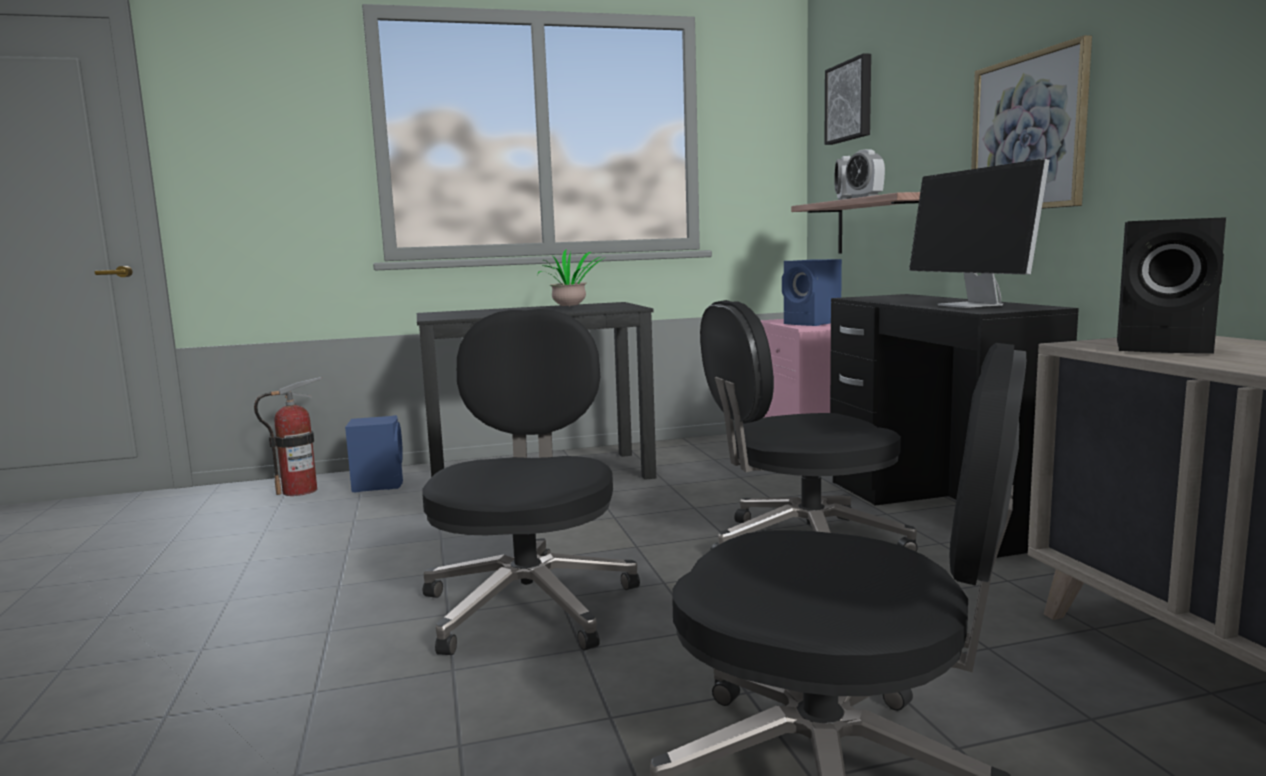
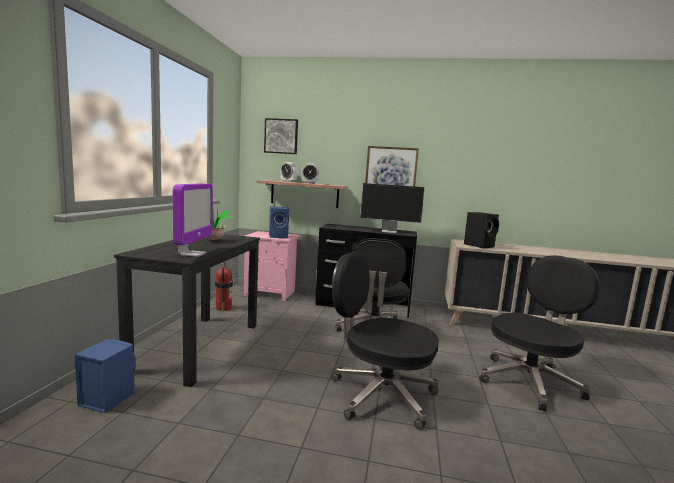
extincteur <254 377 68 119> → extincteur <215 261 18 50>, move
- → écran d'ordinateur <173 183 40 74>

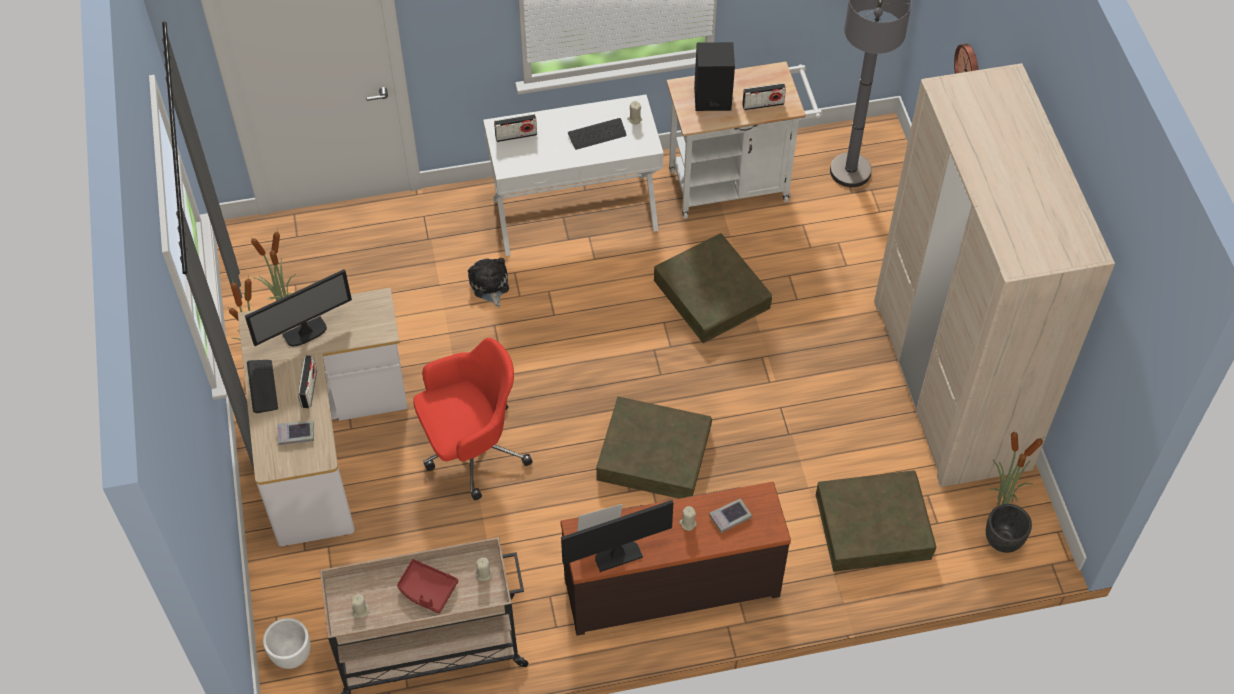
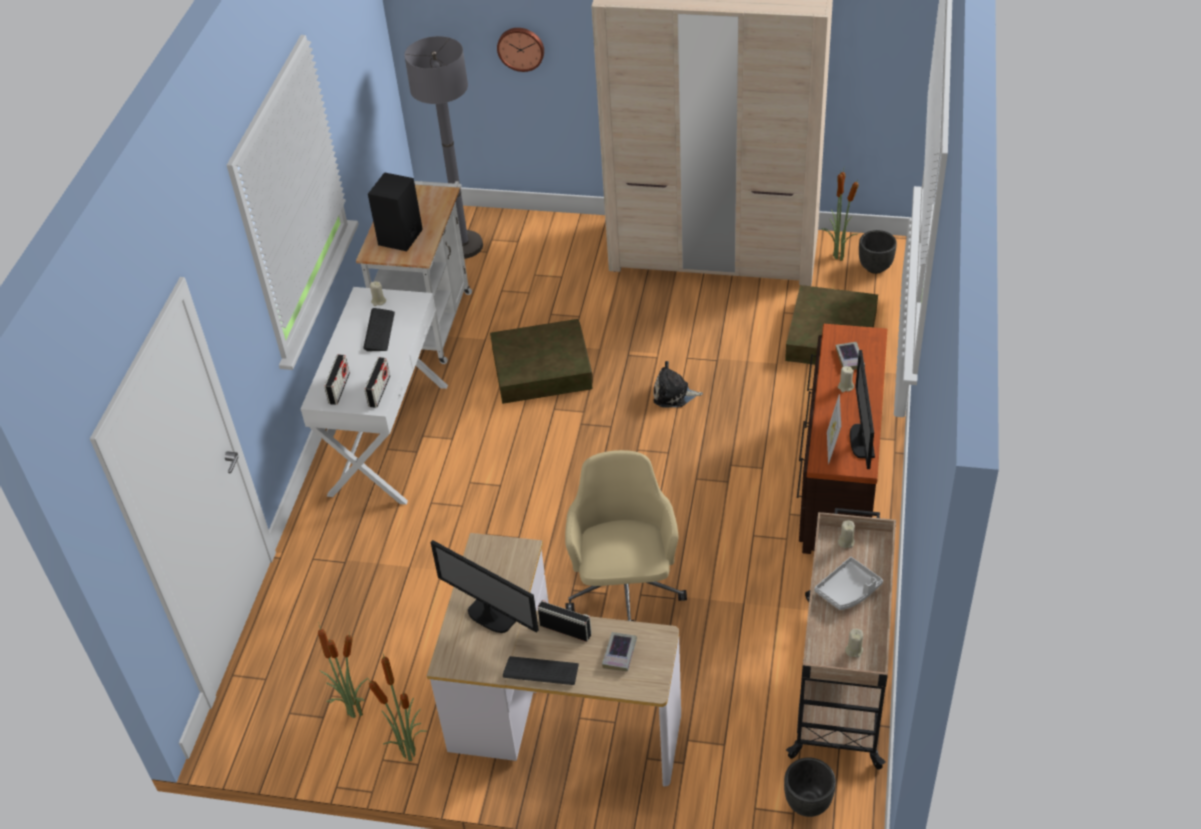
radio <742 83 44 27> → radio <365 357 25 51>, move
peluche <468 258 41 49> → peluche <653 361 50 46>, move
écran d'ordinateur <245 269 107 77> → écran d'ordinateur <430 540 109 93>, 135 degrees clockwise
chaise de bureau/rouge <413 338 120 162> → chaise de bureau/beige <565 450 122 171>
boîte de rangement/marron <596 397 116 102> → -
plateau/rouge <397 559 61 55> → plateau/gris <814 557 69 53>
cache-pot/blanc <263 618 48 51> → cache-pot/noir <784 757 52 60>

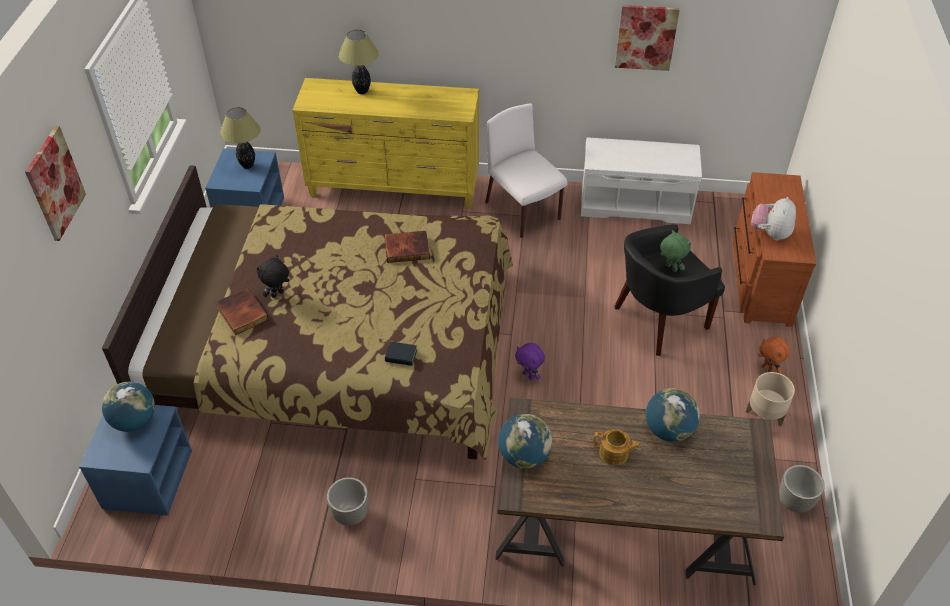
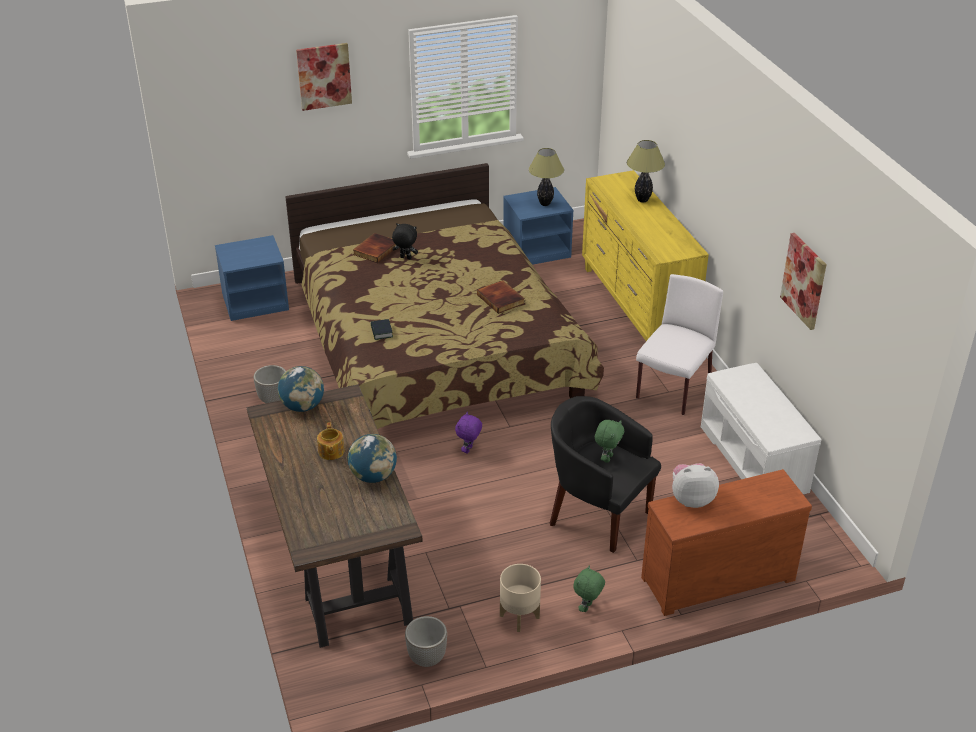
peluche/orange <758 337 32 36> → peluche/vert <574 565 31 47>
globe <102 382 53 50> → -

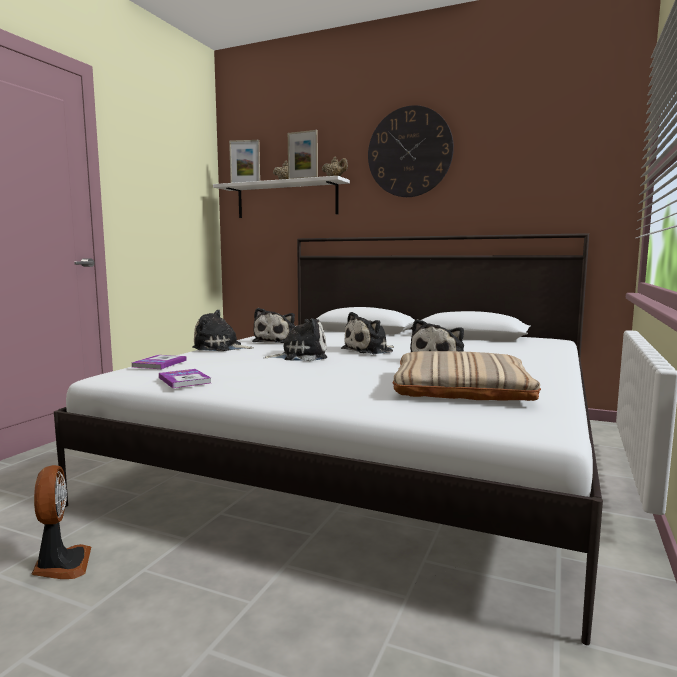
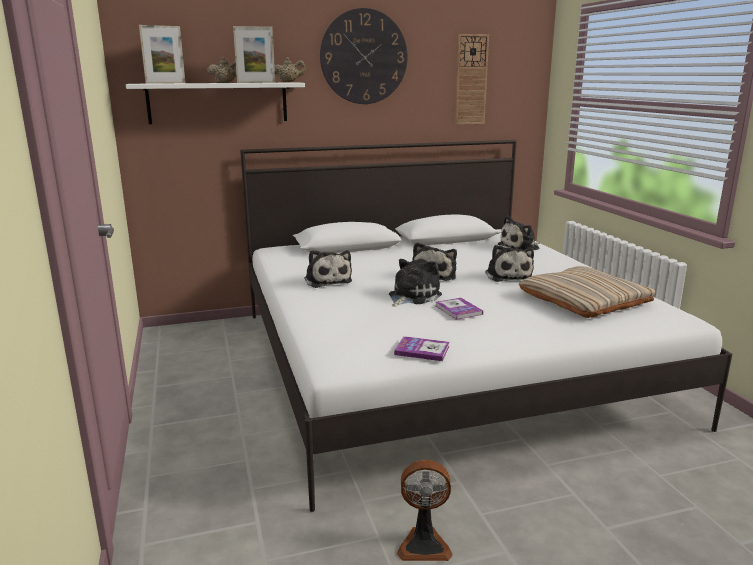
peluche <192 310 62 41> → peluche <498 216 42 35>, move
livre <131 355 56 14> → livre <436 298 47 22>, move
ventilateur <31 465 60 114> → ventilateur <397 460 55 101>, 150 degrees clockwise
- → horloge murale <455 34 34 91>

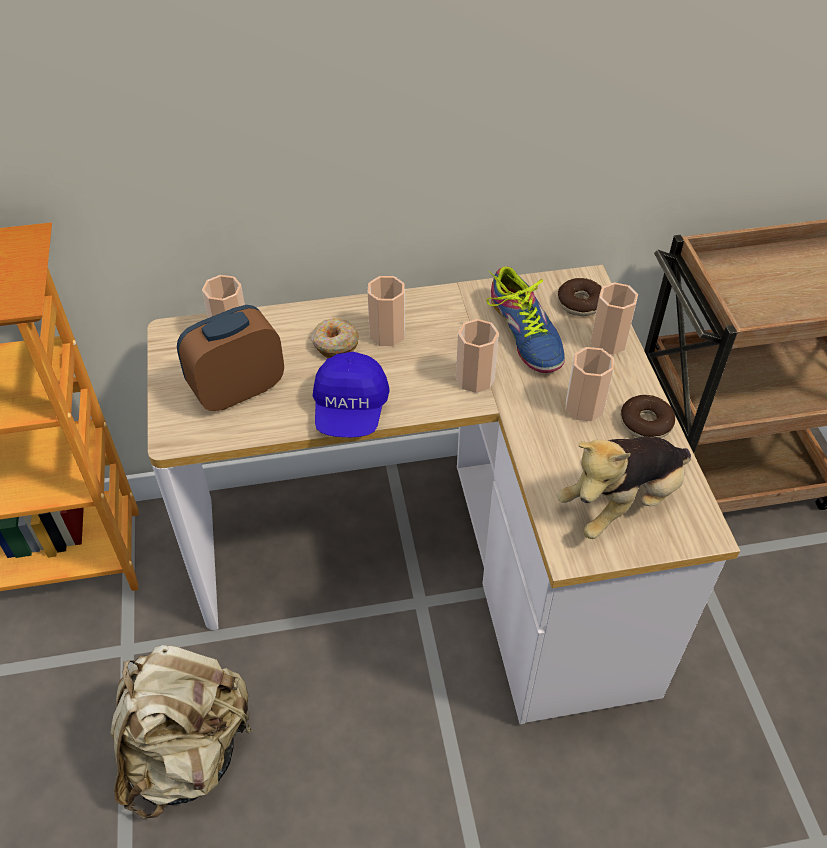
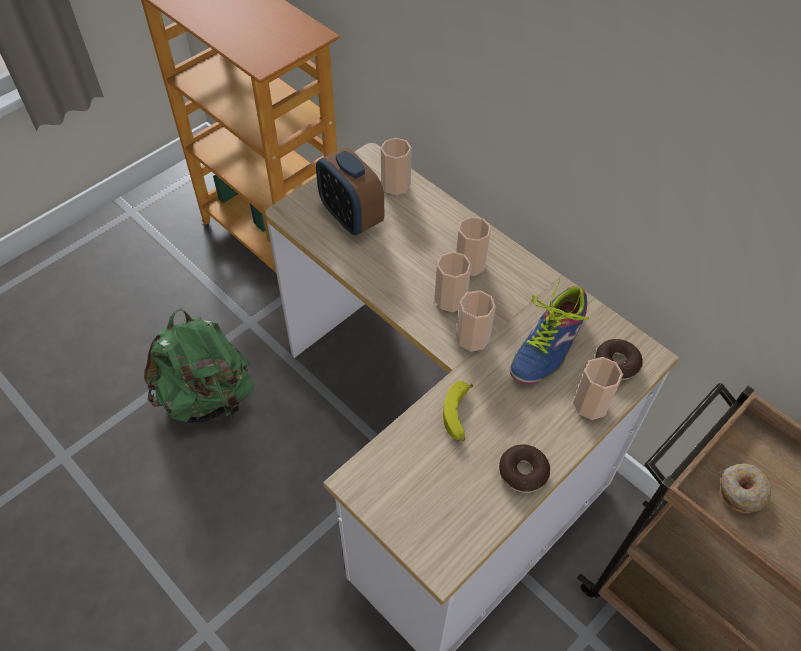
réveil <177 305 107 106> → réveil <316 147 68 89>, 150 degrees counterclockwise
beignet <311 318 48 40> → beignet <721 463 50 50>, move
tasse <566 347 48 74> → tasse <434 252 37 60>, move
casquette/bleu <313 351 77 86> → -
peluche <557 436 134 103> → -
sac à dos/beige <110 645 143 173> → sac à dos/vert <144 308 110 115>
- → banane <443 381 30 60>

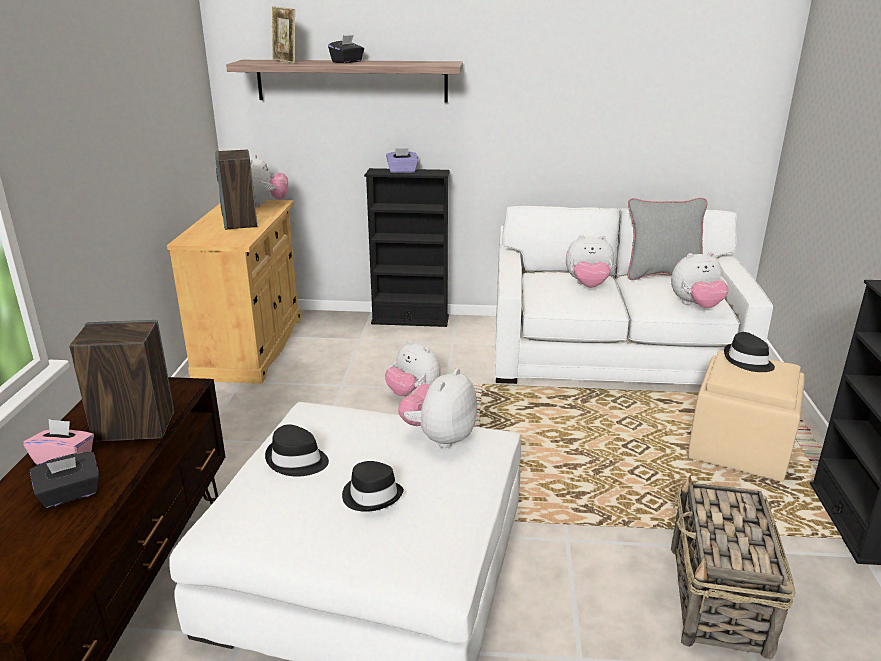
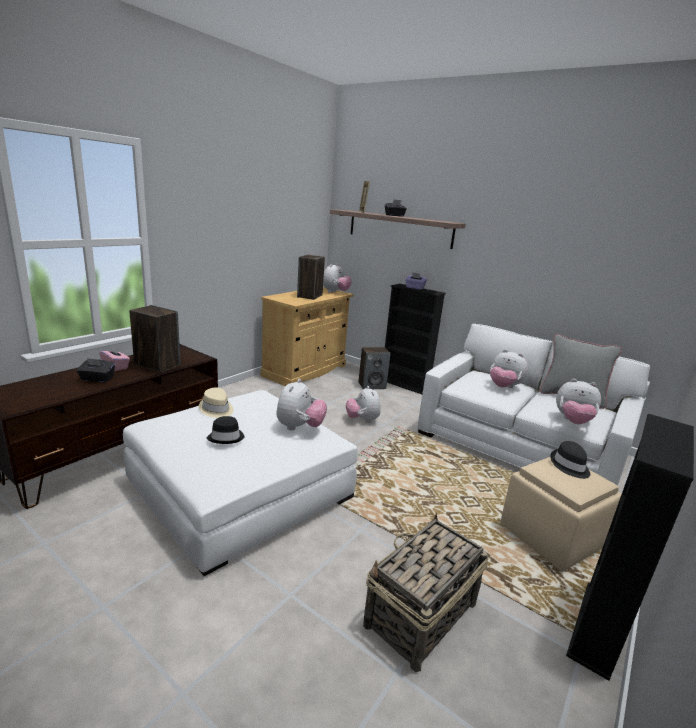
peluche <398 368 79 80> → peluche <276 379 51 51>, 135 degrees clockwise
chapeau/noir <265 424 64 53> → chapeau/beige <199 387 35 31>
- → enceinte <359 347 32 42>

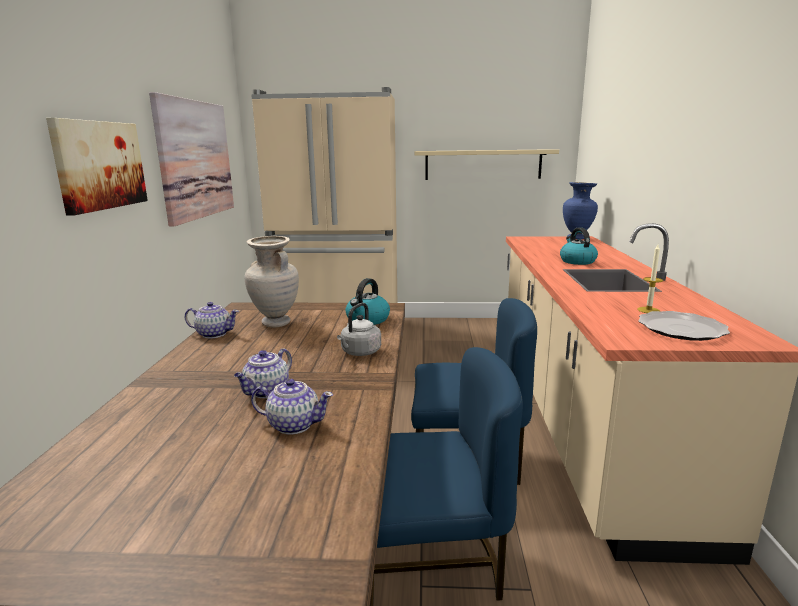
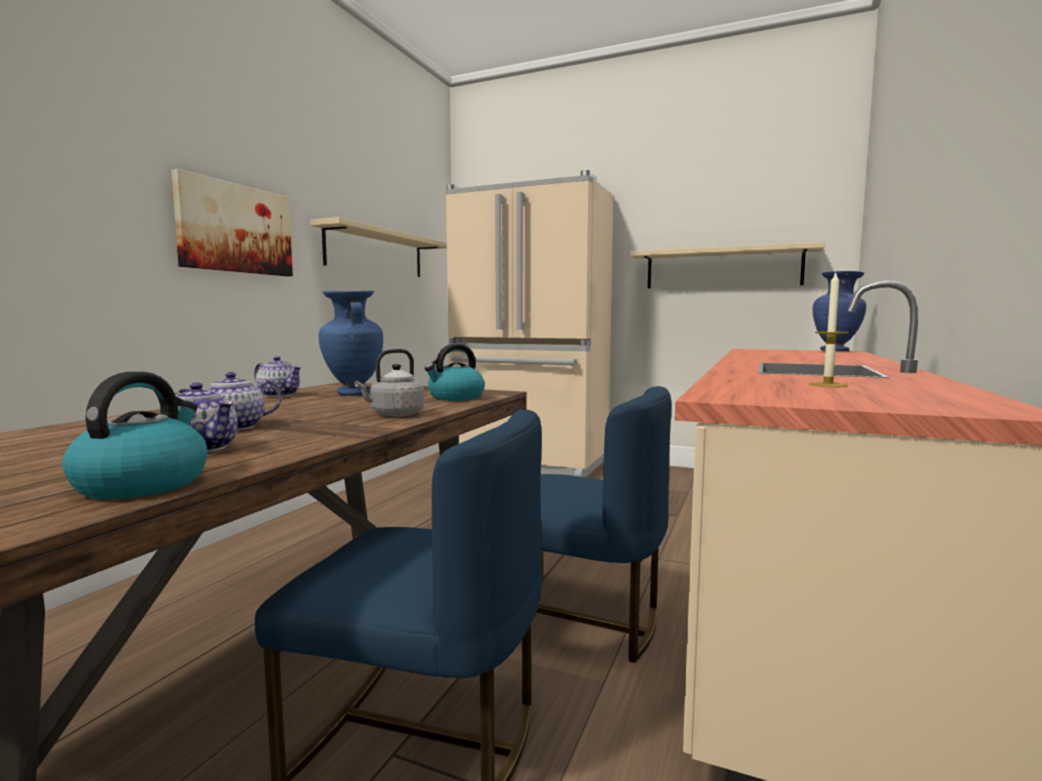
tableau <149 92 85 135> → étagère/beige <310 217 137 60>
bouilloire <560 227 38 38> → bouilloire <62 372 145 127>, move
vase/beige <244 236 55 91> → vase/bleu <319 291 64 105>
assiette <638 311 92 30> → -

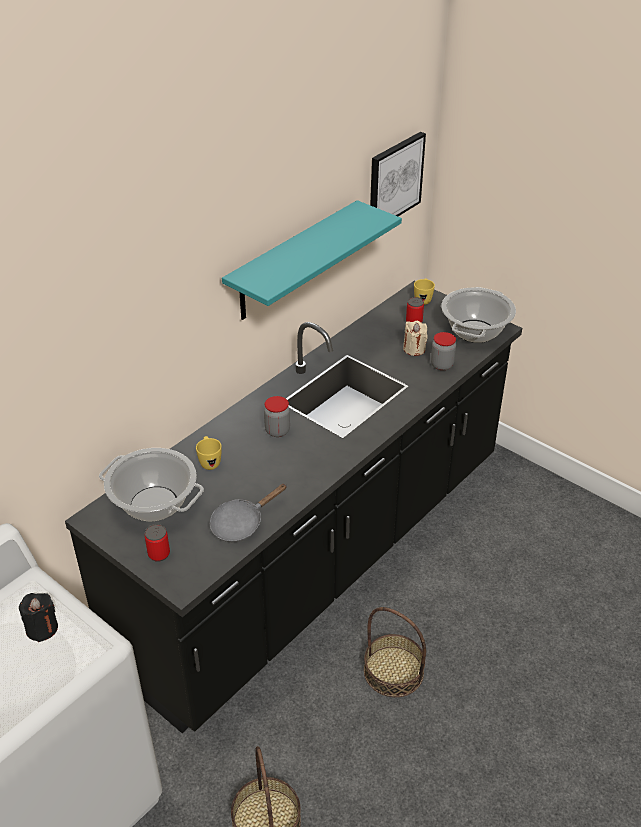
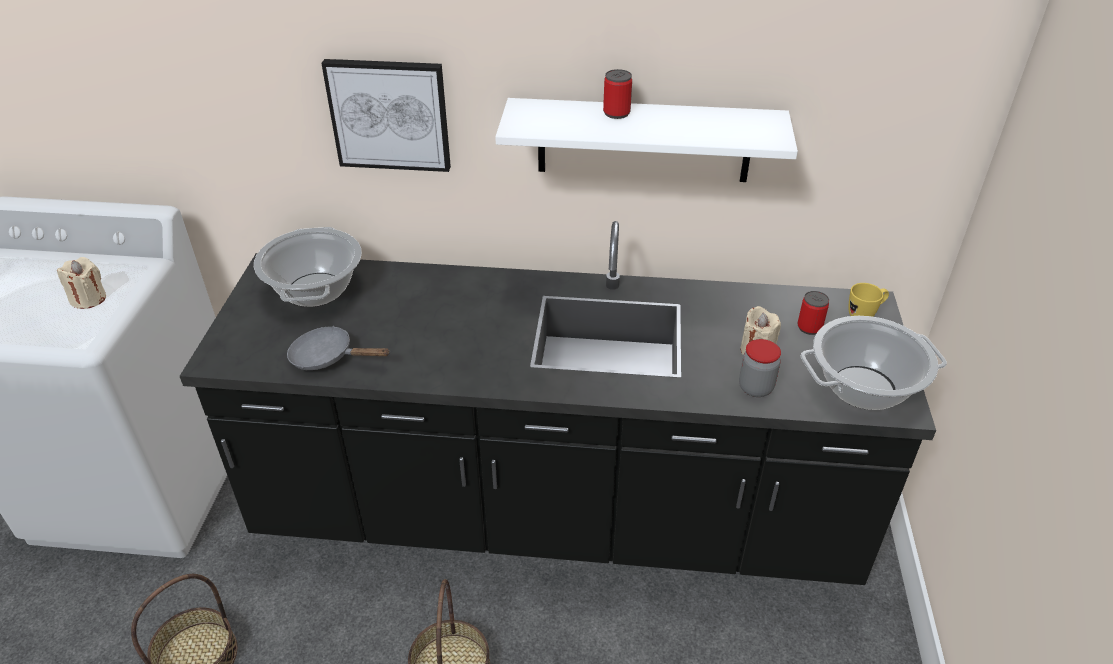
tableau <370 132 56 84> → tableau <321 59 130 113>, move
étagère/turquoise <222 200 180 120> → étagère/blanc <495 98 303 84>
bocal <264 396 26 41> → -
mug/jaune <196 436 26 34> → -
boîte métallique <145 524 25 38> → boîte métallique <603 69 29 50>, move
bougie/noir <19 593 39 49> → bougie/beige <57 257 49 52>

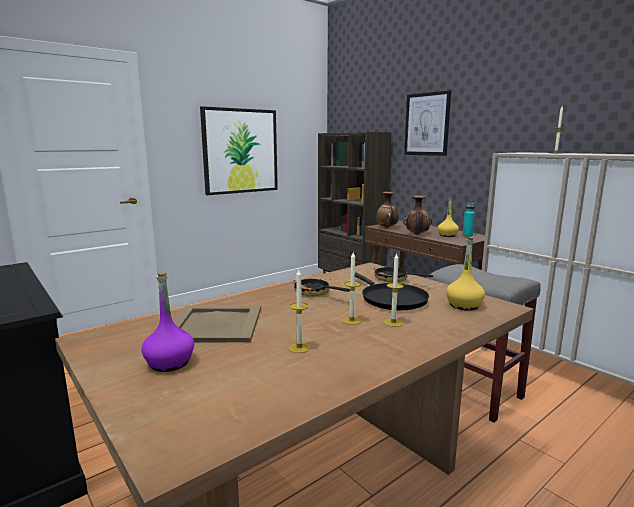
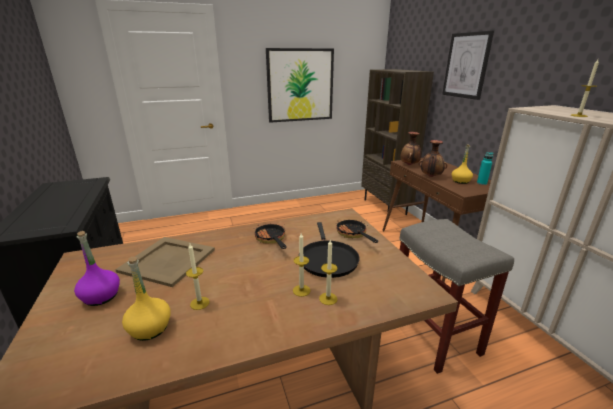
bouteille/jaune <446 236 39 74> → bouteille/jaune <122 257 49 84>, move
bougie <342 252 19 73> → bougie <319 240 19 65>, move

